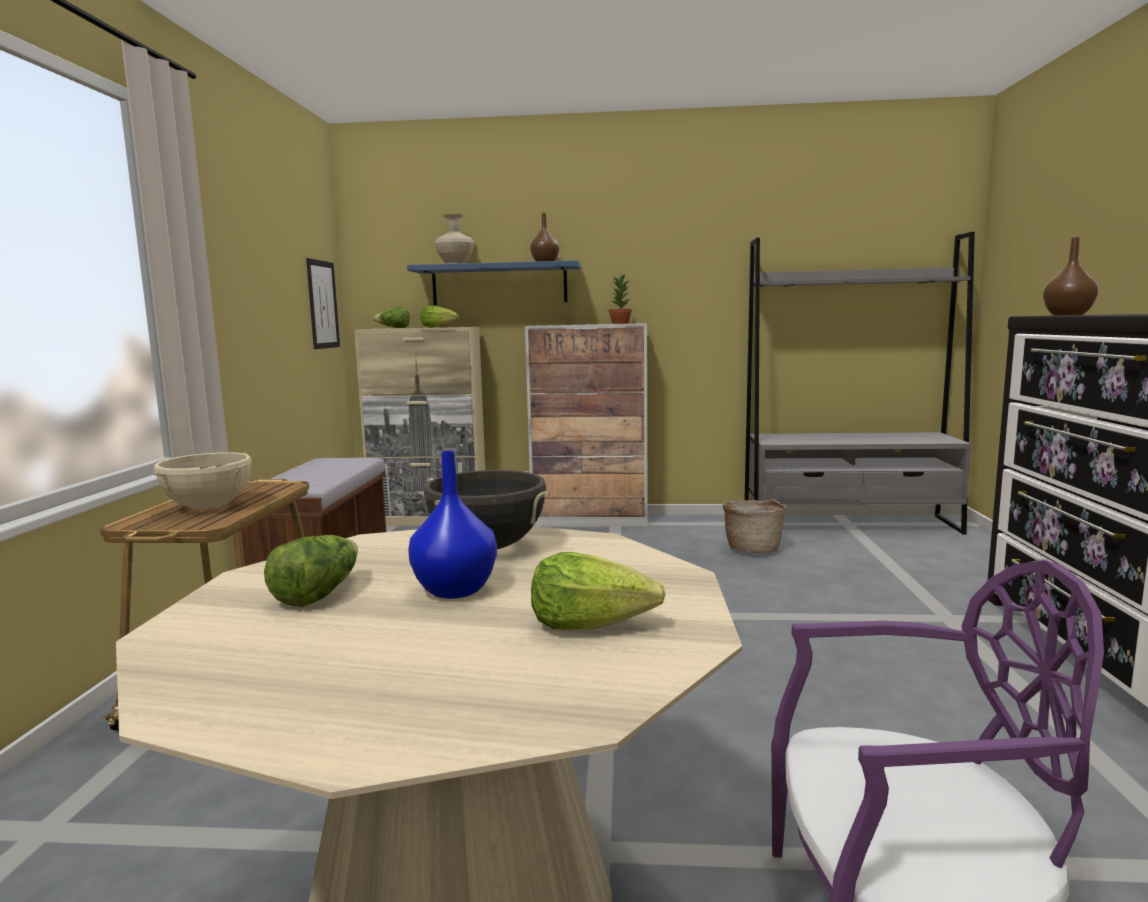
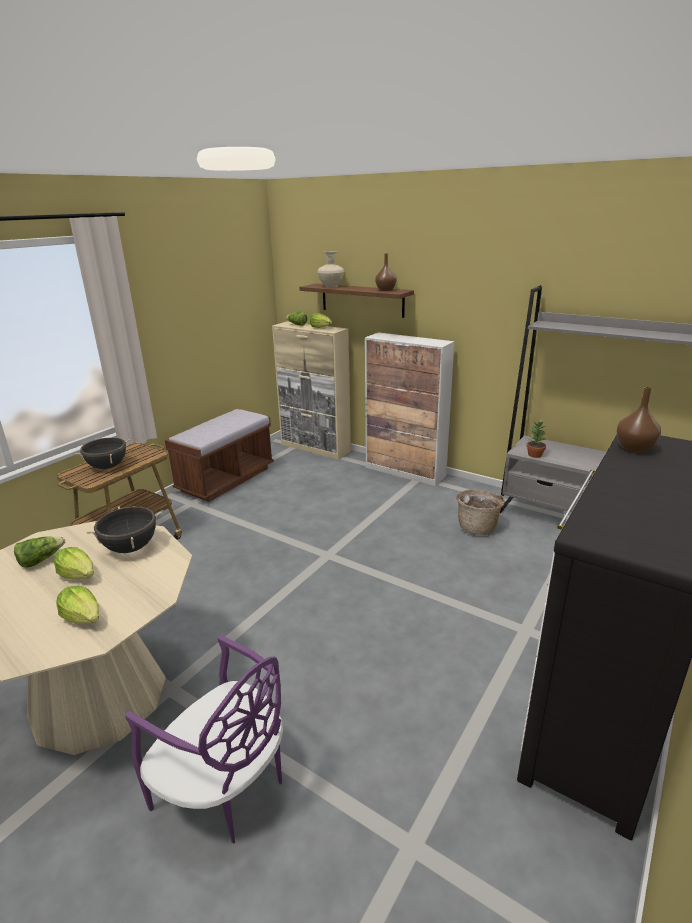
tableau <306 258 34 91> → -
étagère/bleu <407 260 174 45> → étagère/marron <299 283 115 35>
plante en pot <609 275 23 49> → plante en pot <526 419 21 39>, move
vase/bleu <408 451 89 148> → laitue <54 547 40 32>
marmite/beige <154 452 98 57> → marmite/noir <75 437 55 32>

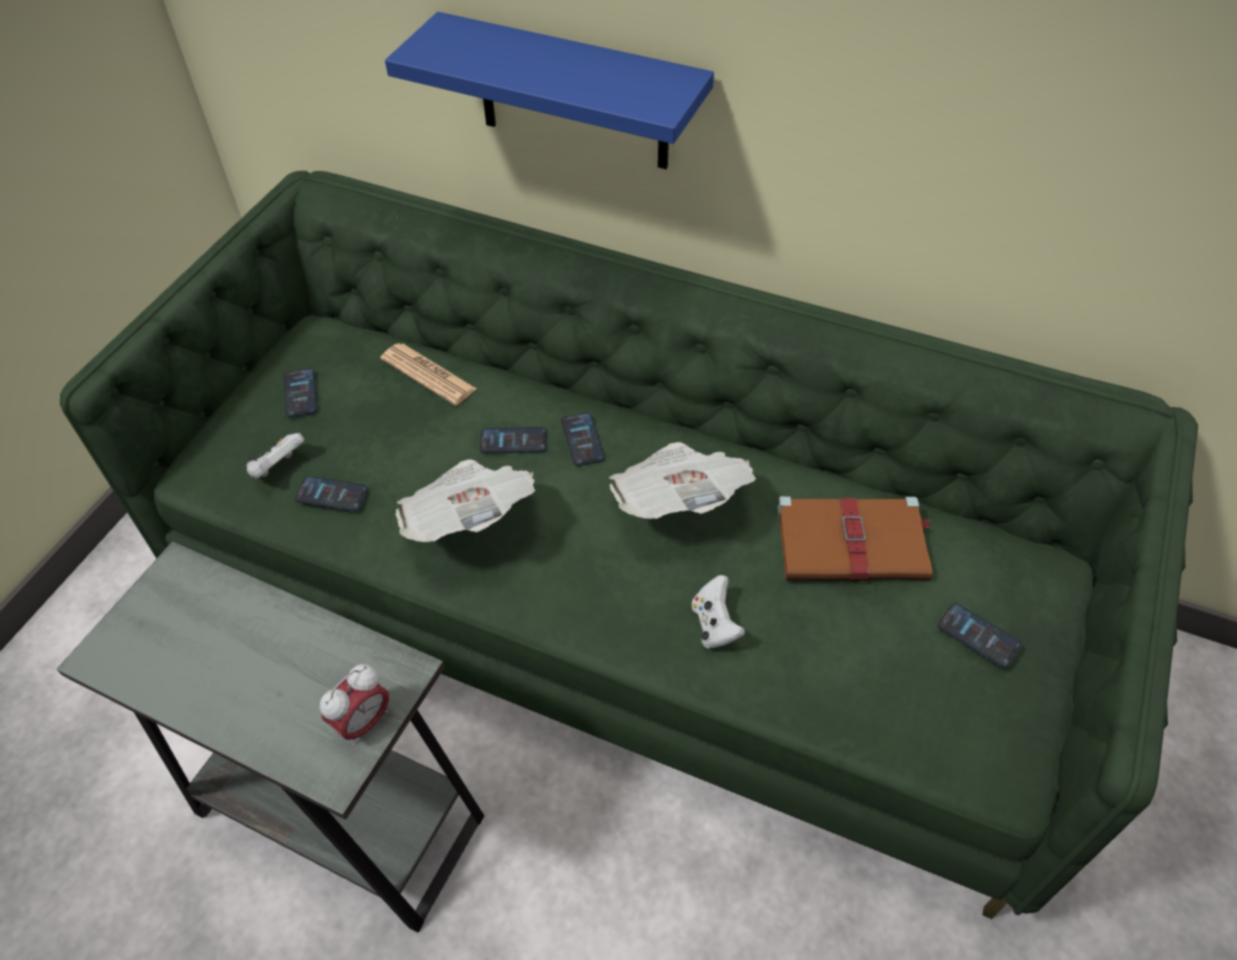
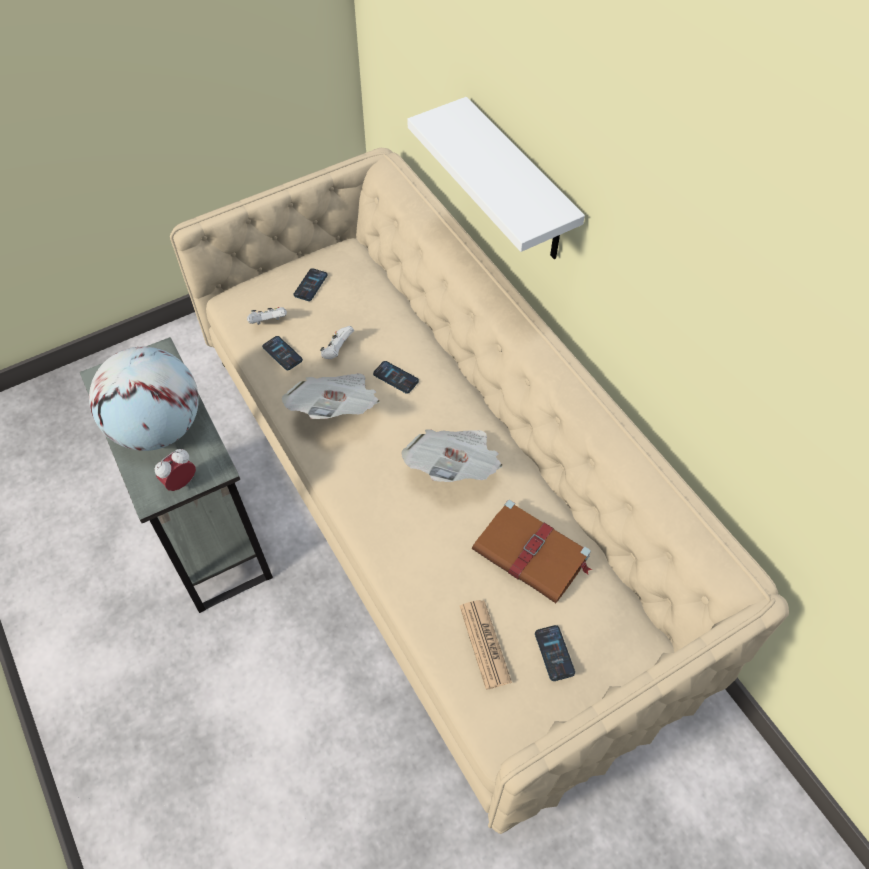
étagère/bleu <385 12 329 157> → étagère/blanc <407 97 178 162>
canapé/vert <60 171 1138 748> → canapé/beige <170 148 619 686>
journal <380 343 97 63> → journal <460 600 52 90>, move
téléphone <561 412 44 54> → -
manette/blanc <692 575 53 74> → manette/blanc <320 326 34 33>, move
réveil <320 664 69 81> → réveil <155 449 41 42>, 150 degrees clockwise
- → globe <89 347 110 104>

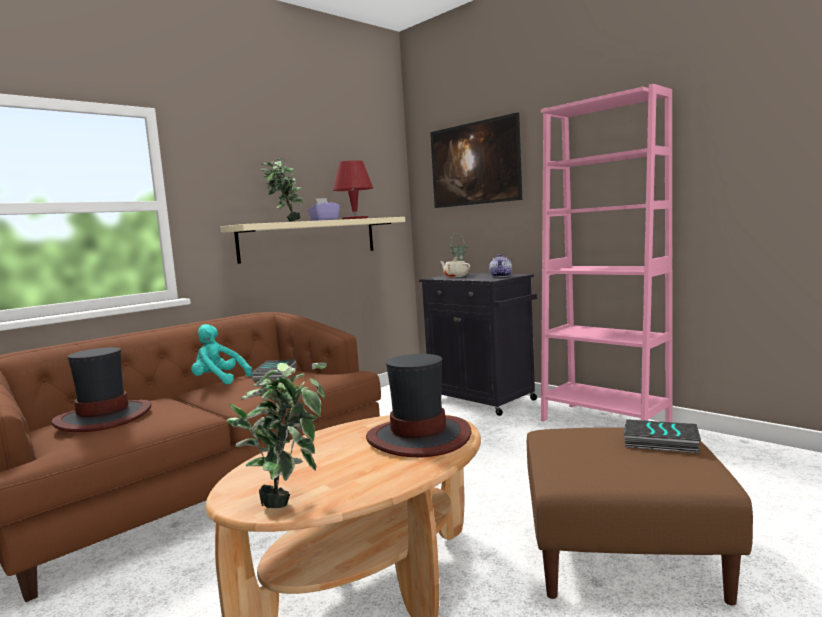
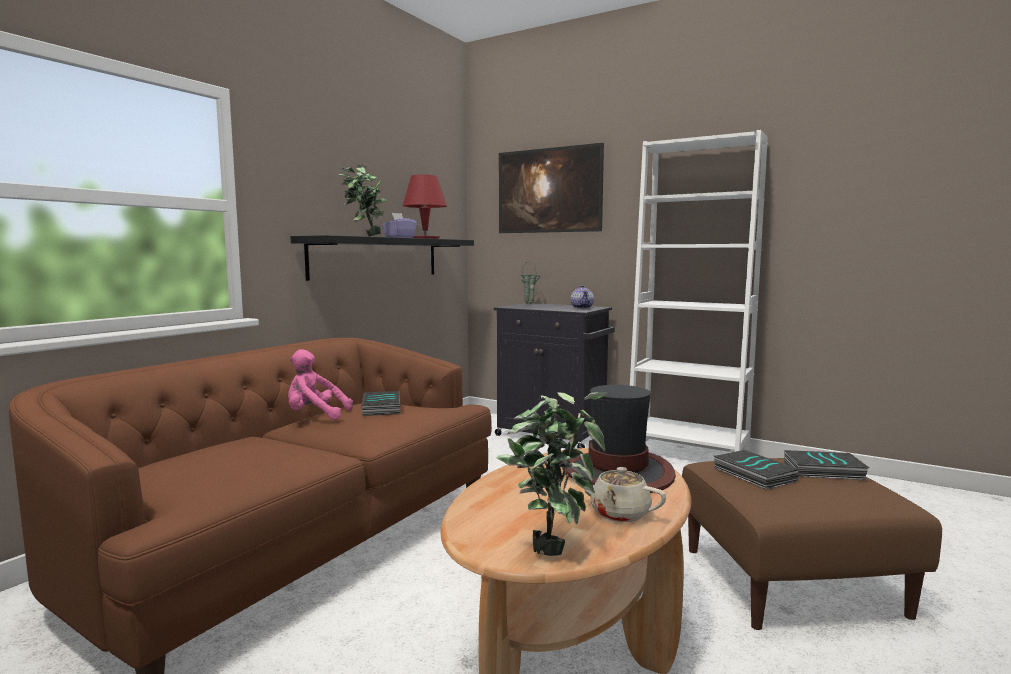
bibliothèque/rose <541 84 132 338> → bibliothèque/blanc <630 130 138 322>
étagère/beige <220 217 185 47> → étagère/noir <291 235 183 46>
théière/beige <441 257 29 20> → théière/beige <578 467 88 55>, move
peluche/turquoise <191 324 61 60> → peluche/rose <288 349 65 71>
chapeau <52 347 99 85> → -
- → livre <714 450 85 39>

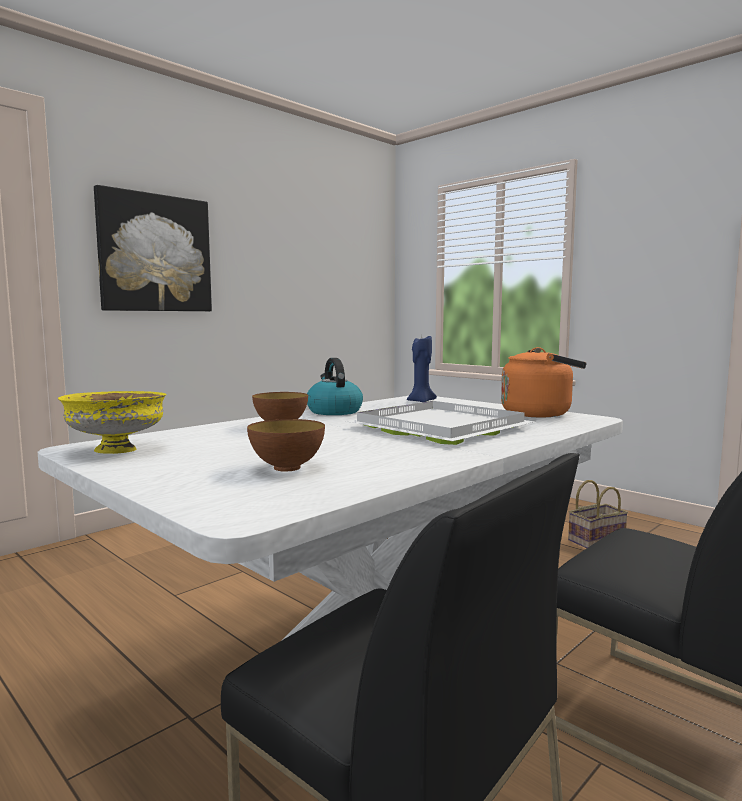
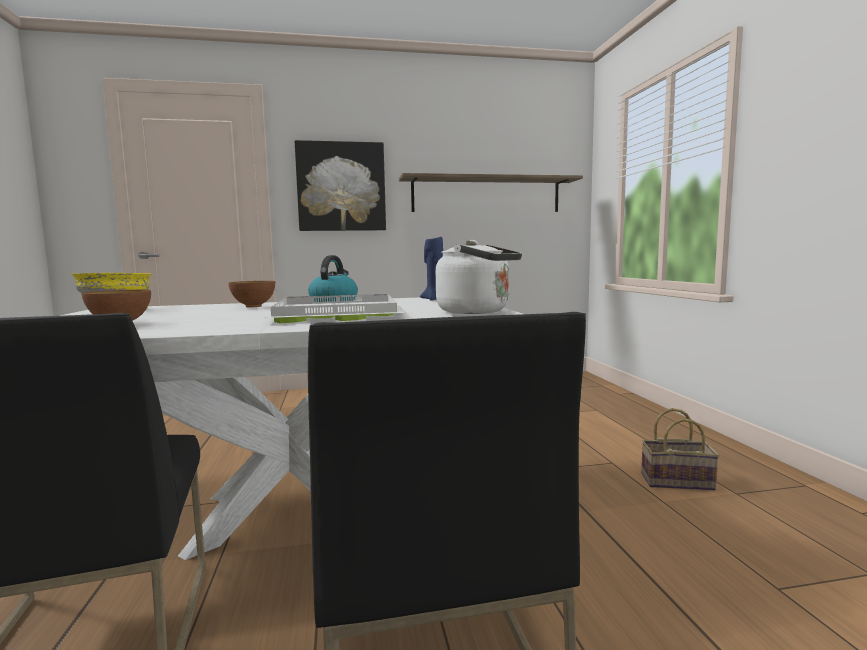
bouilloire/orange <501 347 85 70> → bouilloire/blanc <436 240 86 74>
- → étagère <399 173 184 39>

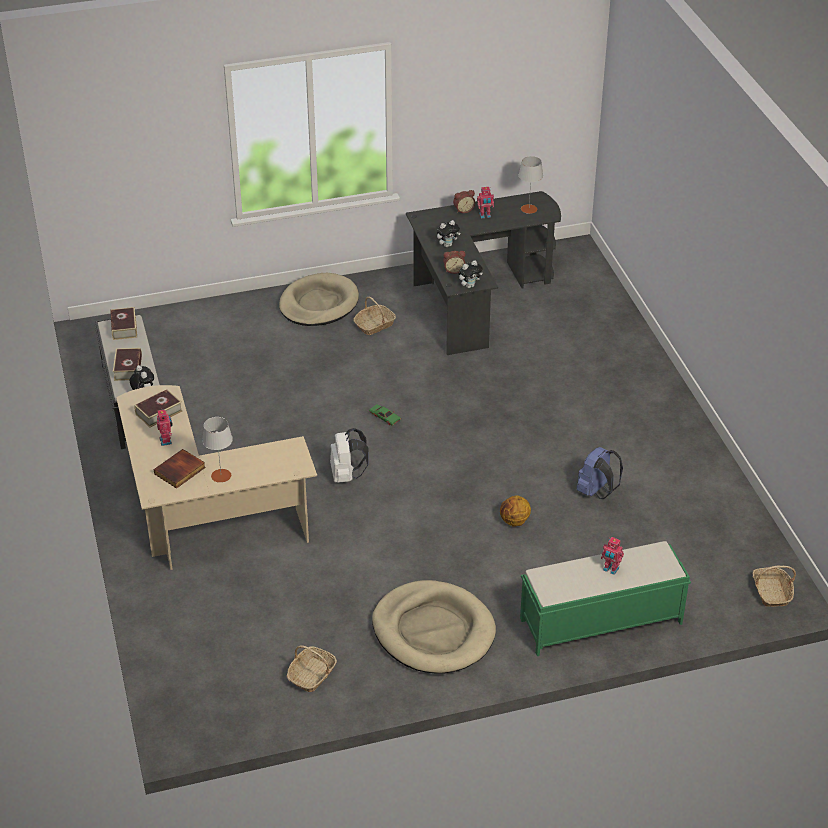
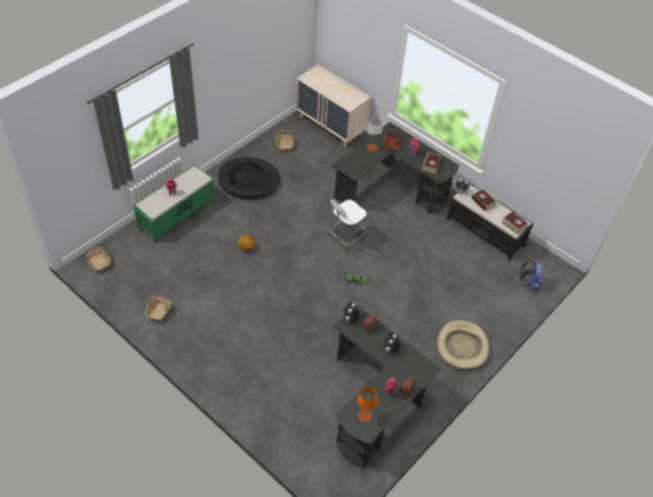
lampe de table/gris <519 156 24 58> → lampe de table/orange <357 387 21 35>
panier <354 297 42 38> → panier <145 296 27 26>, move
bureau/beige <116 385 201 185> → bureau/noir <331 122 128 92>
sac à dos/blanc <330 428 39 55> → tabouret/blanc <329 199 38 52>
sac à dos/bleu <576 447 47 52> → sac à dos/bleu <520 260 23 31>, move
panier pour chien/beige <372 580 124 94> → panier pour chien/noir <218 157 62 42>
- → commode/beige <296 64 76 83>

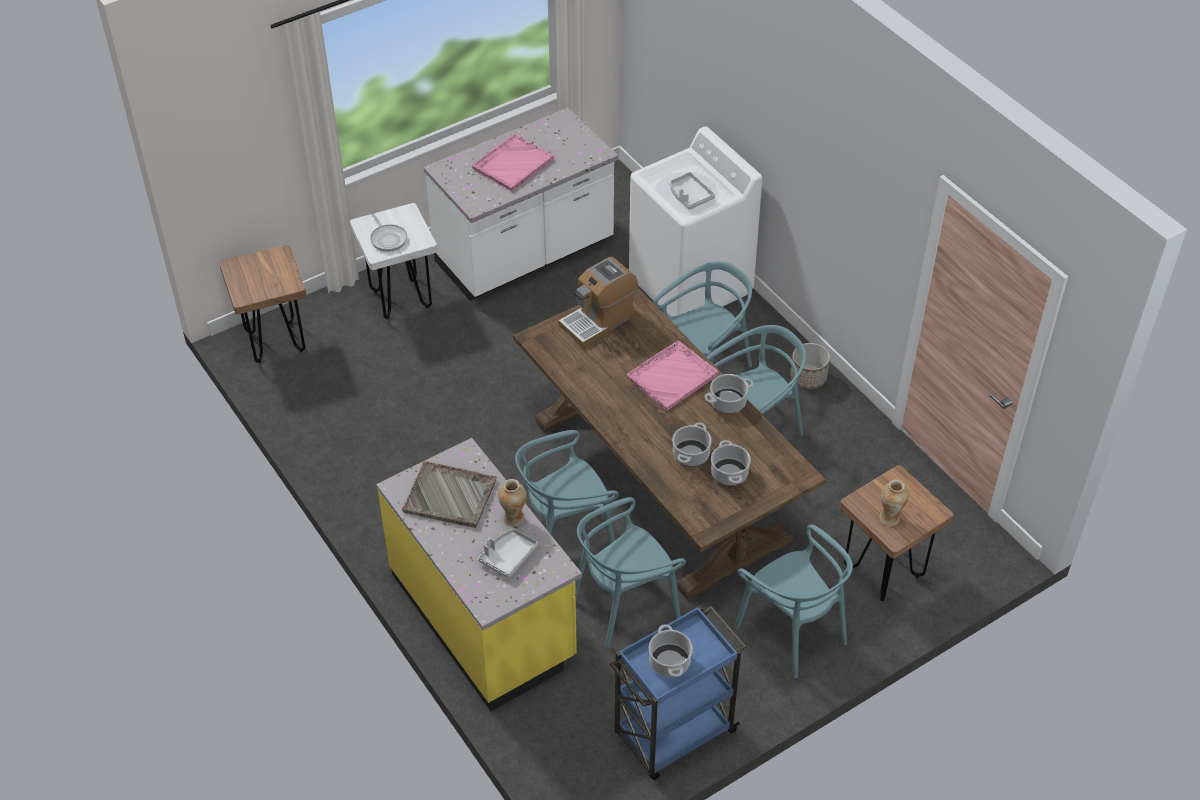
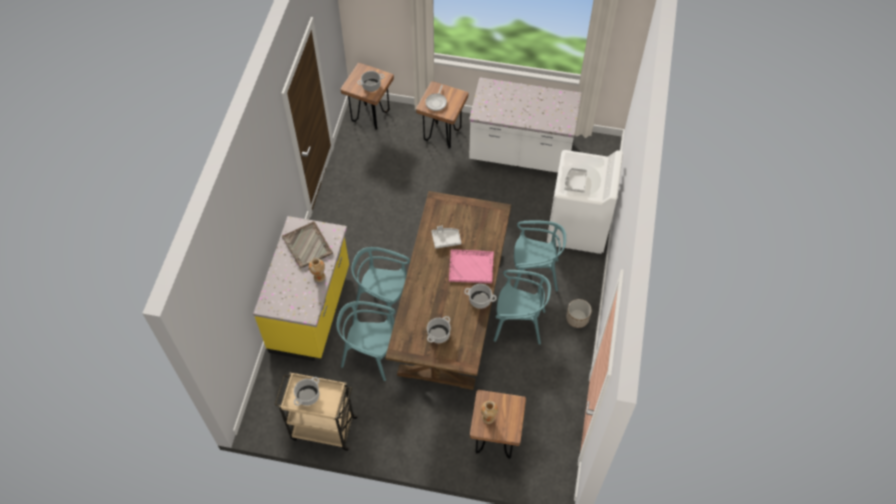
plateau/rose <472 134 82 57> → -
tabouret/blanc <350 203 87 117> → tabouret/marron <416 81 52 67>
machine à café <558 257 80 90> → -
marmite <672 422 40 44> → marmite <357 71 27 21>, move
chaise/turquoise <734 524 119 155> → -
plateau/gris <478 528 60 50> → plateau/gris <432 226 29 23>, move
chariot/bleu <610 605 136 175> → chariot/beige <274 372 85 79>

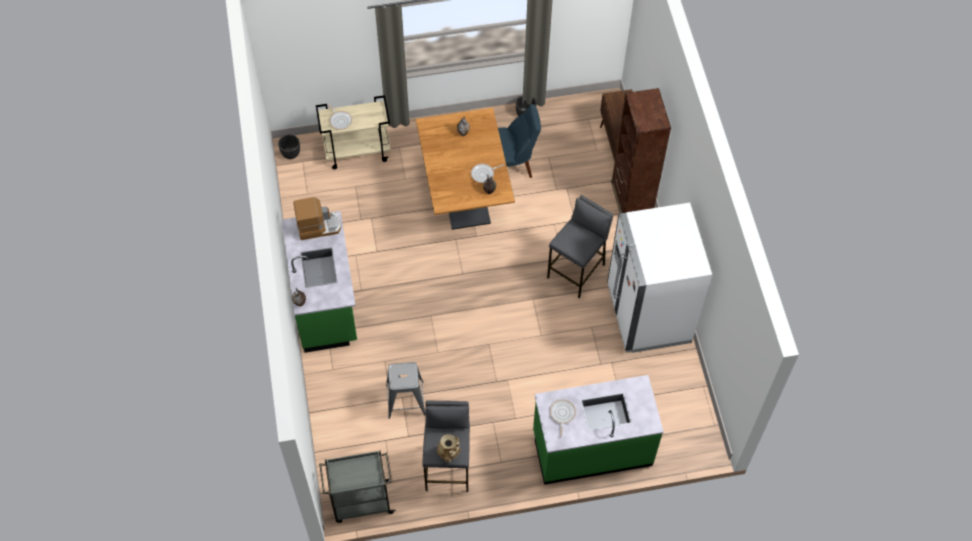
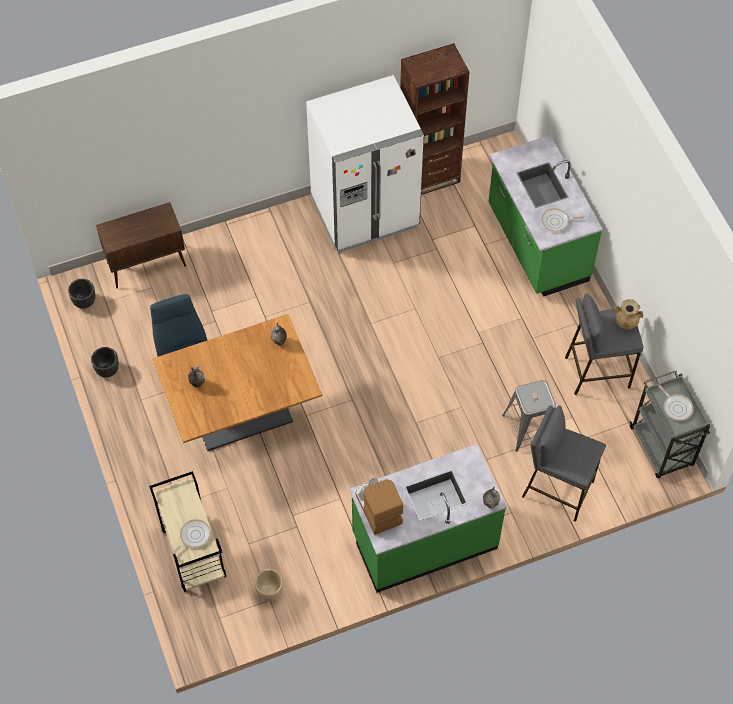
bibliothèque/marron <611 88 60 125> → bibliothèque/marron <400 43 69 152>, move
cache-pot/noir <278 134 22 25> → cache-pot/noir <68 279 27 30>, move
poêle <471 163 33 20> → poêle <658 385 35 36>, move
tabouret/gris <547 195 67 103> → tabouret/gris <522 405 84 117>, move
- → cache-pot/beige <254 569 29 32>

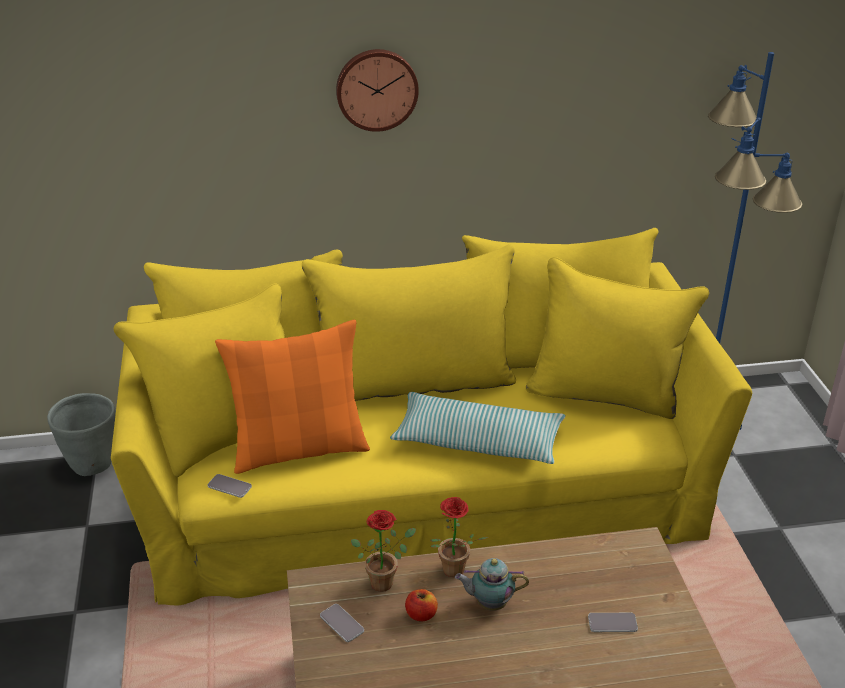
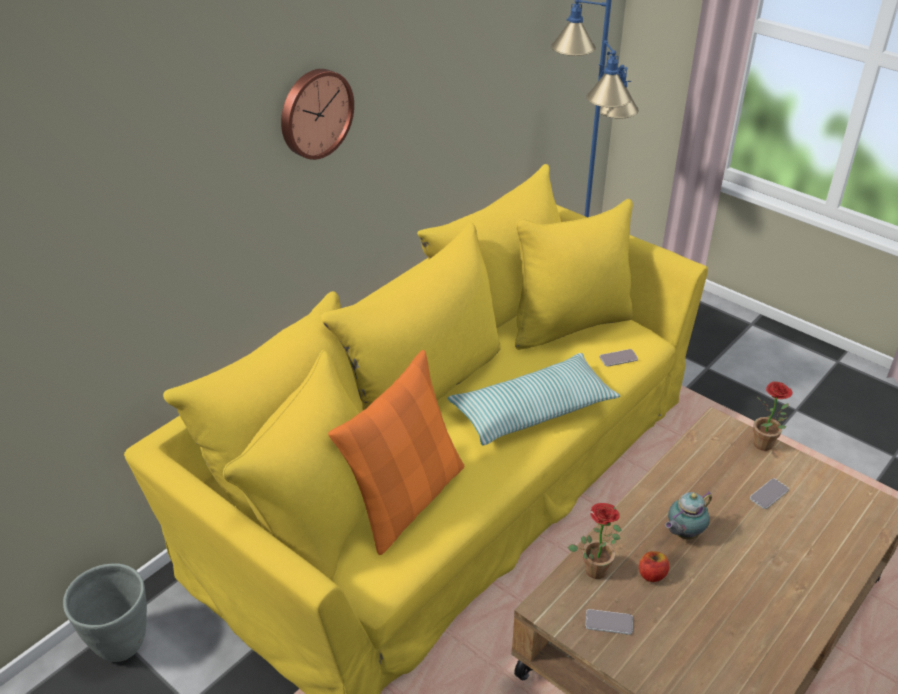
téléphone <207 474 45 24> → téléphone <600 349 38 18>, move
plante en pot <430 497 58 80> → plante en pot <753 381 40 70>, move

